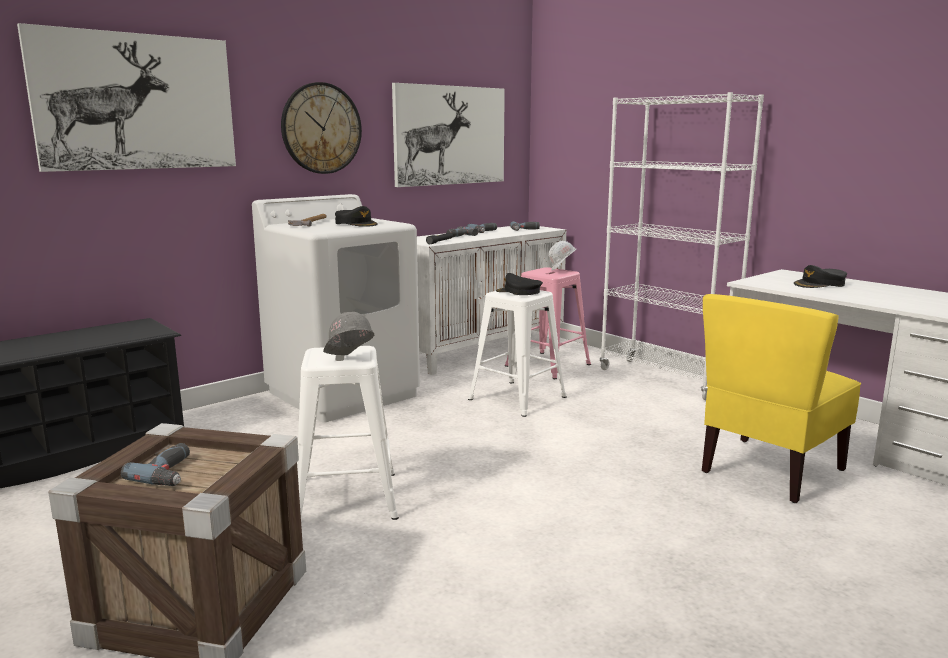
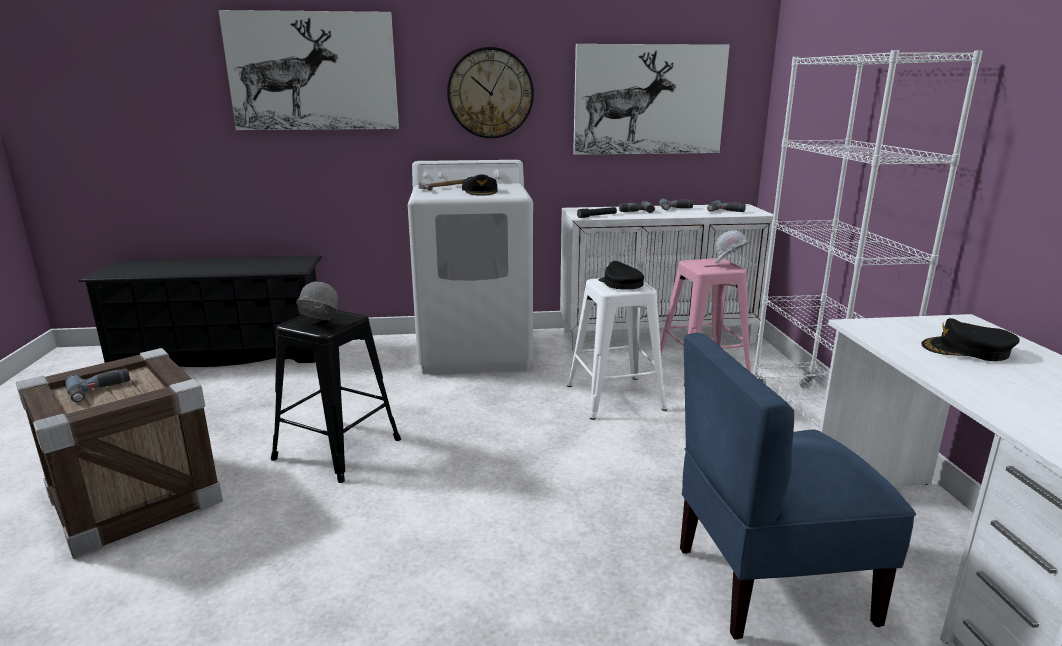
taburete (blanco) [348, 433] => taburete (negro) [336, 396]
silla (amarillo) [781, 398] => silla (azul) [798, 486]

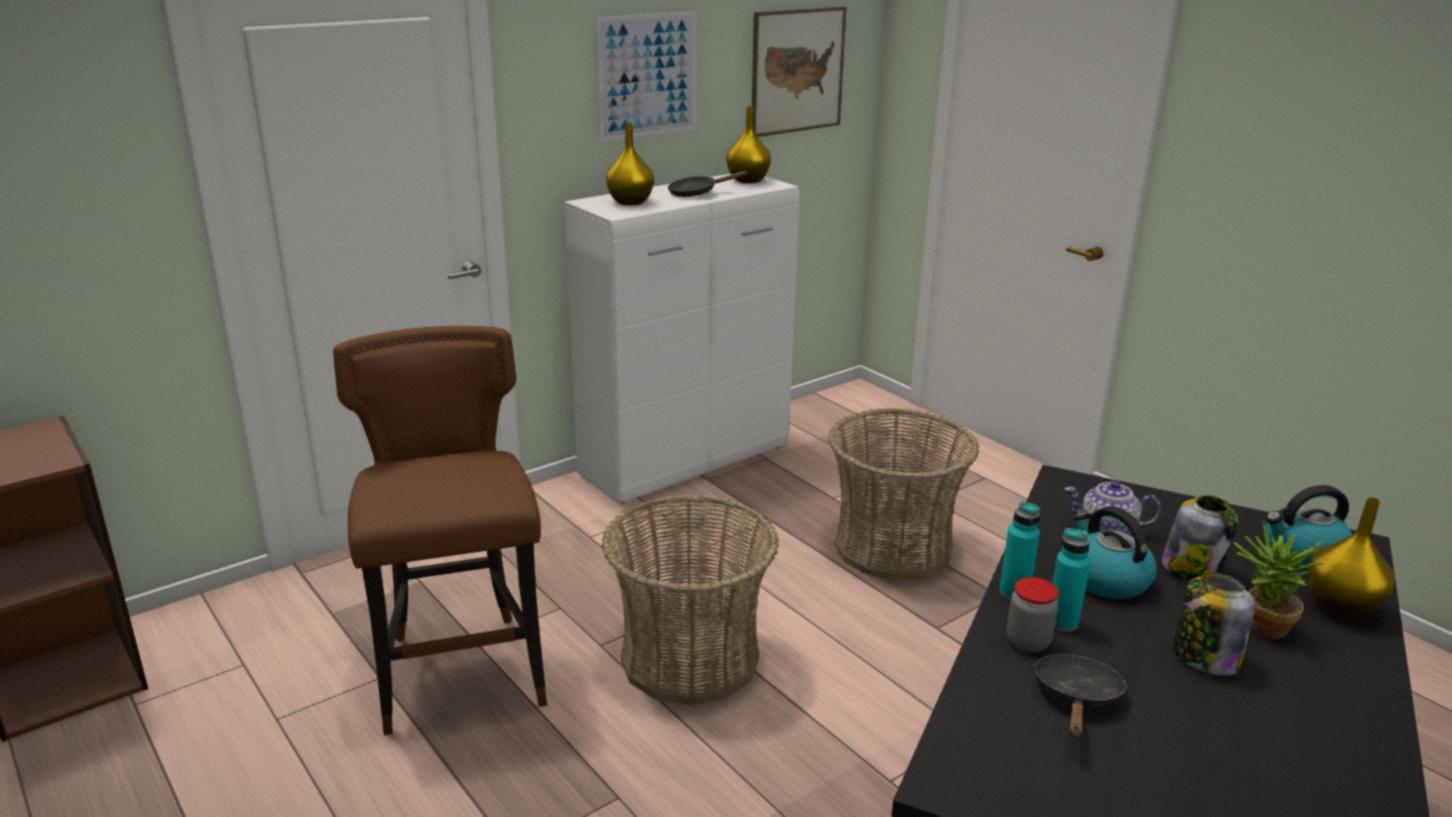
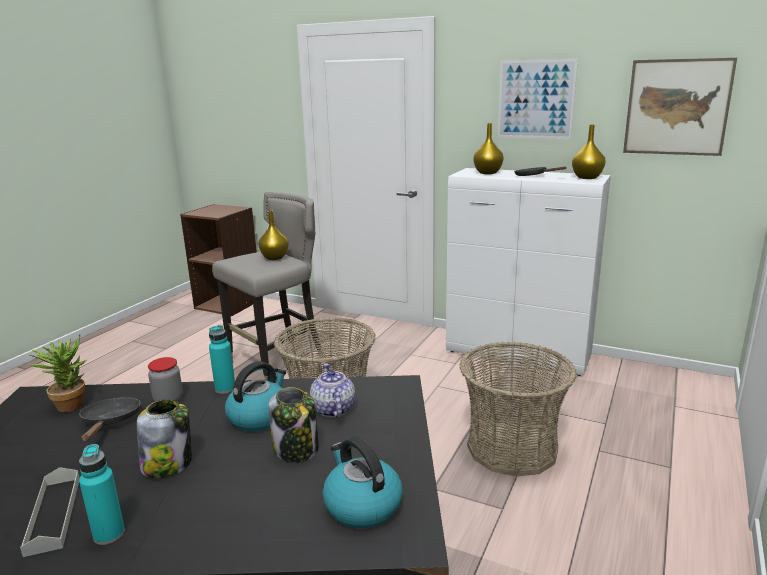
nothing => bandeja (gris) [50, 512]
botella (turquesa) [1071, 580] => botella (turquesa) [102, 494], shifted
planta en maceta [1278, 579] => planta en maceta [57, 373], shifted
florero (amarillo) [1351, 558] => florero (amarillo) [273, 235], shifted
taburete (marrón) [440, 530] => taburete (gris) [267, 286]
sartén (negro) [1080, 696] => sartén (negro) [110, 419], 90 degrees counterclockwise

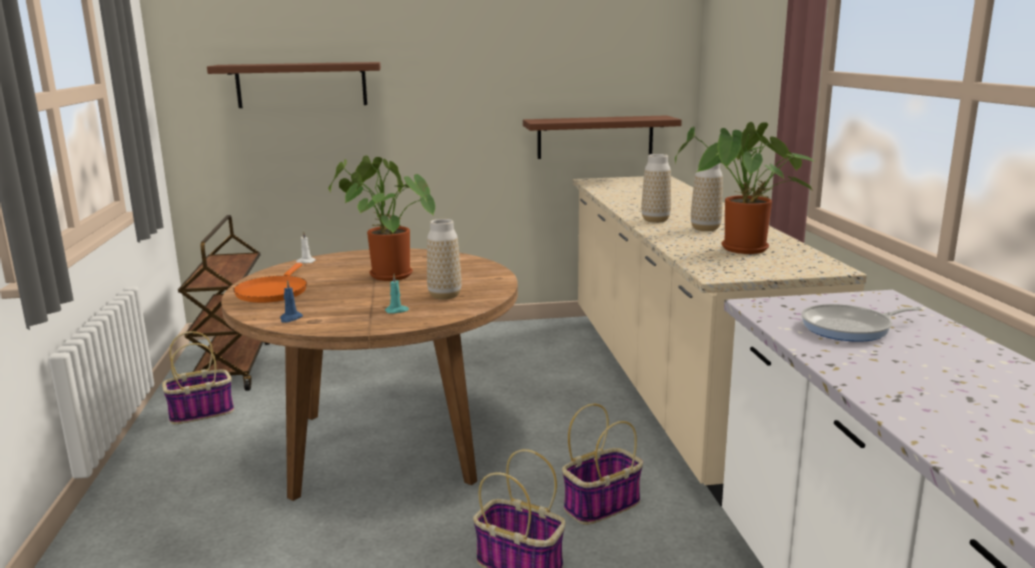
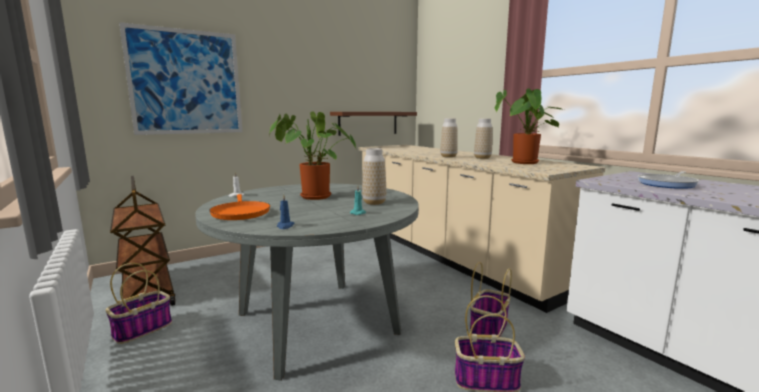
estante (marrón) [294, 85] => cuadro [180, 78]
mesa de comedor (marrón) [369, 375] => mesa de comedor (gris) [307, 282]

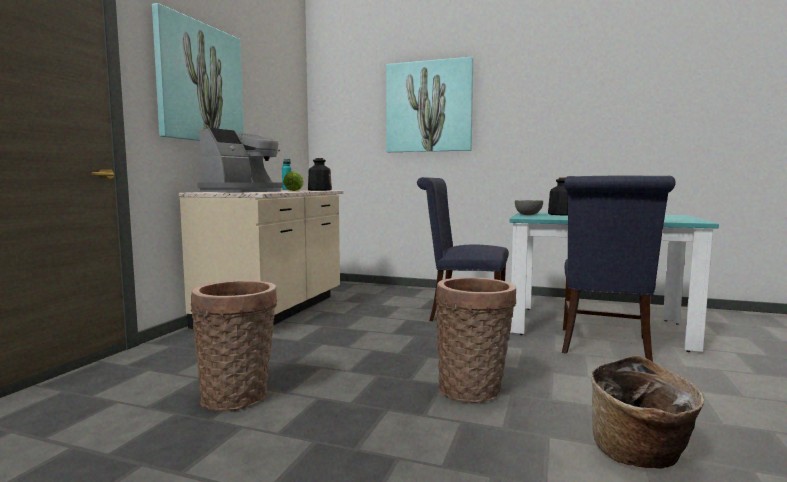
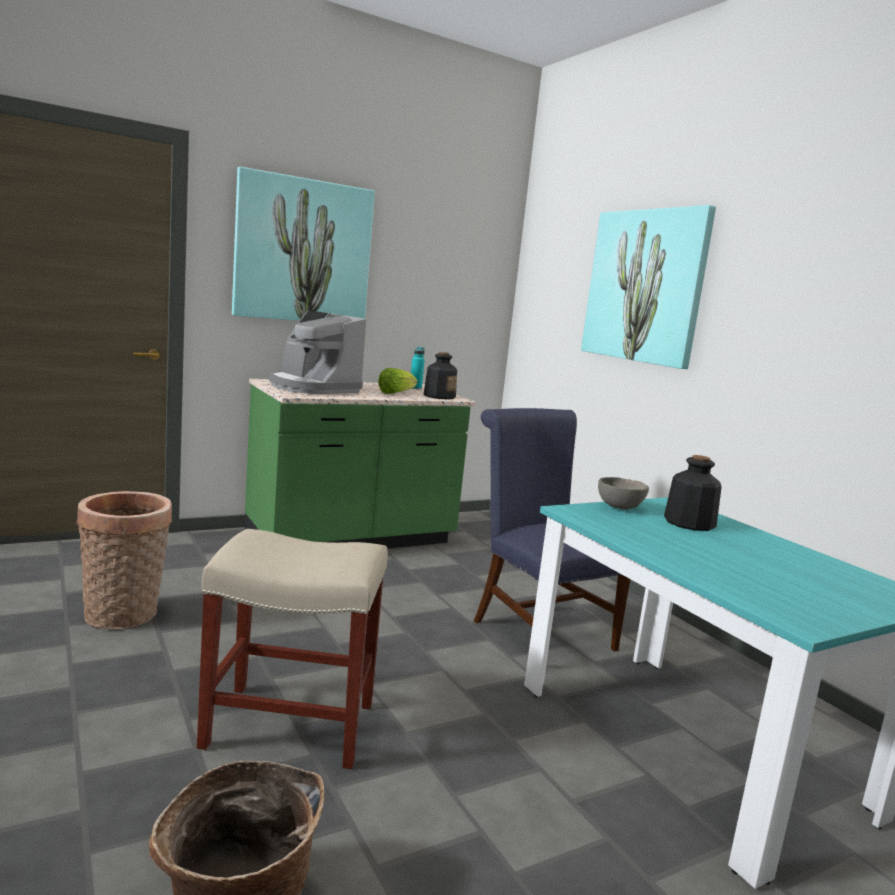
silla (azul) [619, 269] => nothing
cesta [475, 340] => taburete (beis) [292, 649]
mueble bajo de cocina (beis) [261, 259] => mueble bajo de cocina (verde) [360, 463]
cafetera [240, 160] => cafetera [317, 352], 60 degrees clockwise

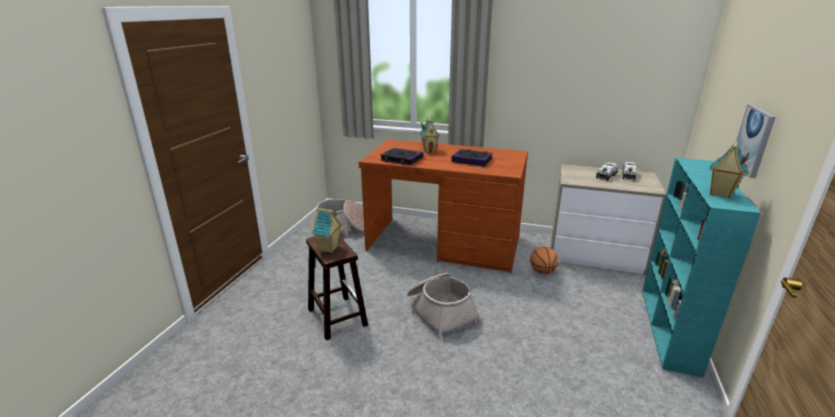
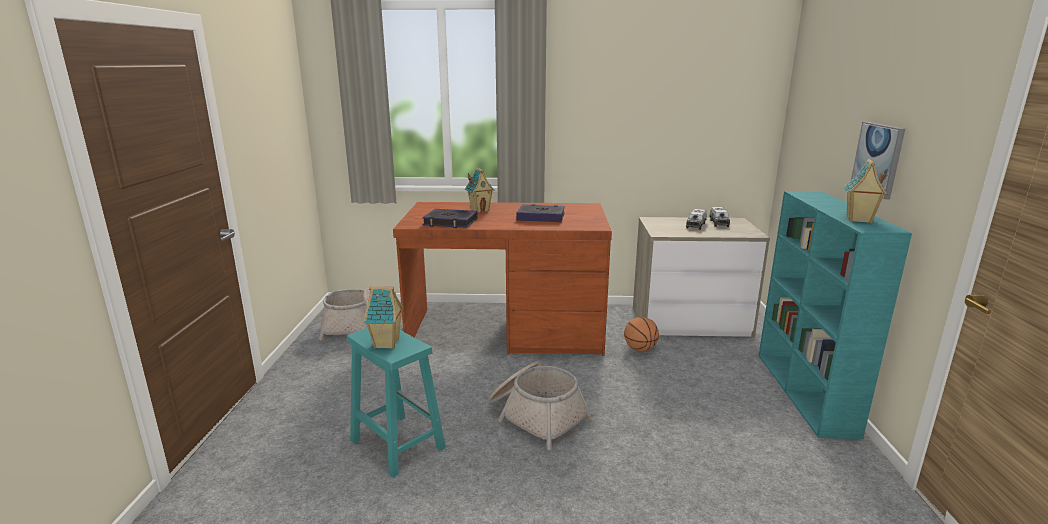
taburete (marrón) [337, 288] => taburete (turquesa) [396, 403]

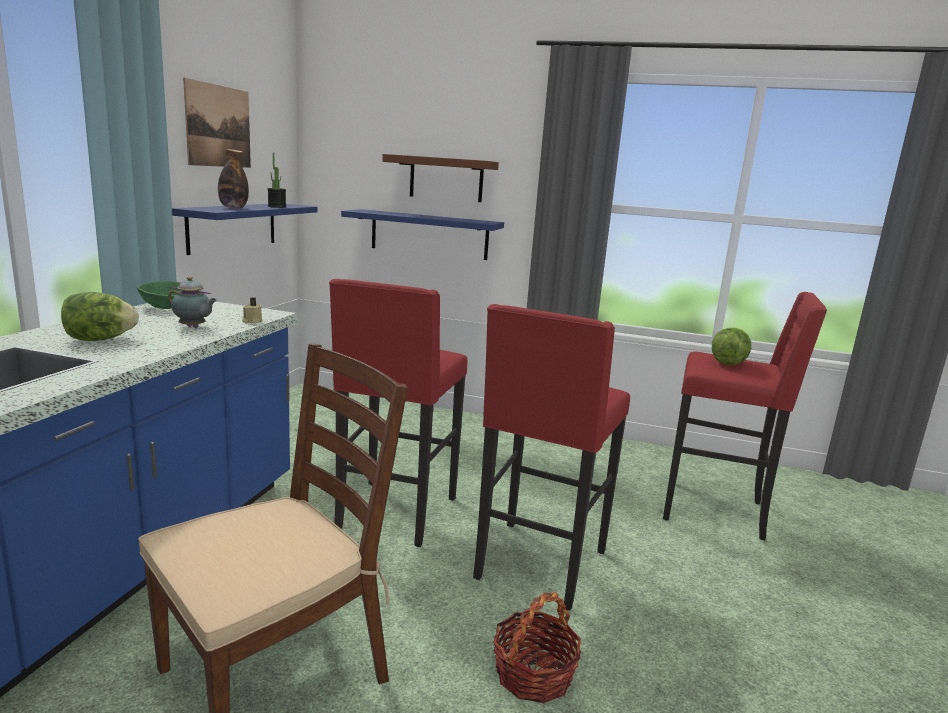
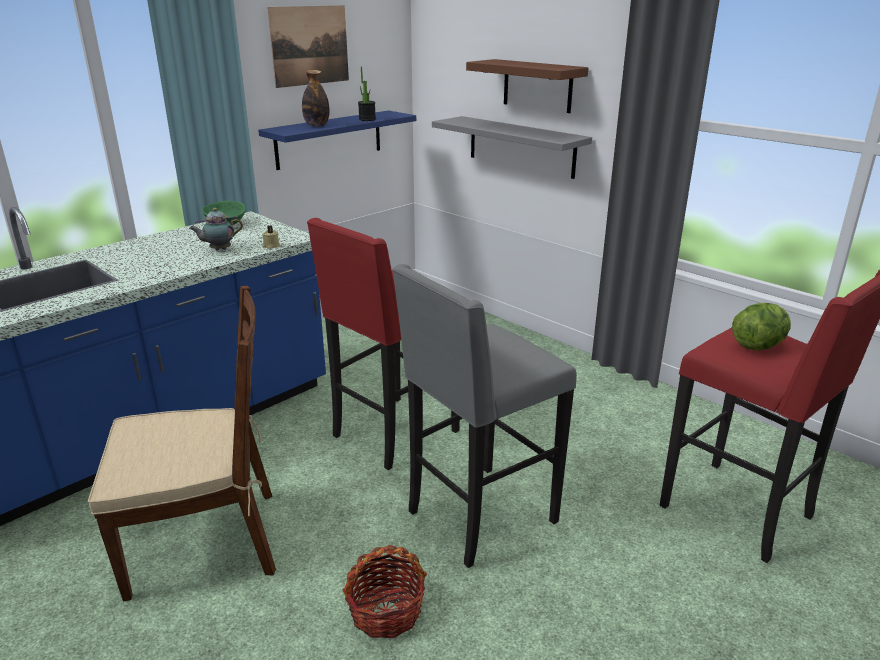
lechuga [100, 316] => nothing
estante (azul) [422, 234] => estante (gris) [512, 147]
taburete (rojo) [551, 457] => taburete (gris) [484, 416]
tetera [192, 302] => tetera [216, 229], 105 degrees clockwise

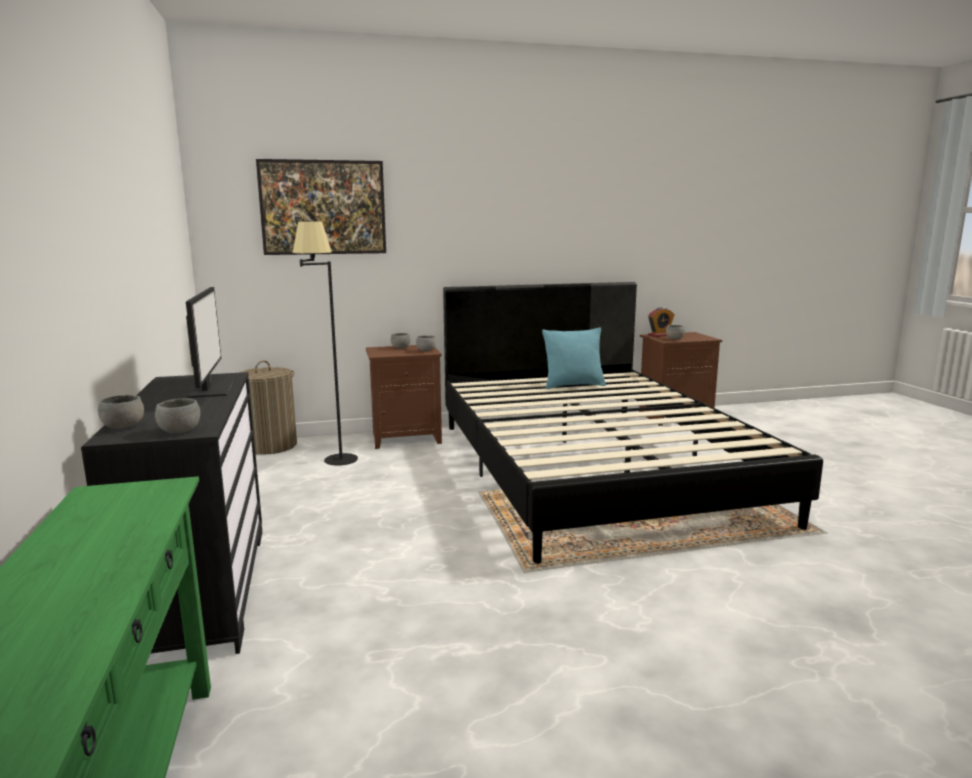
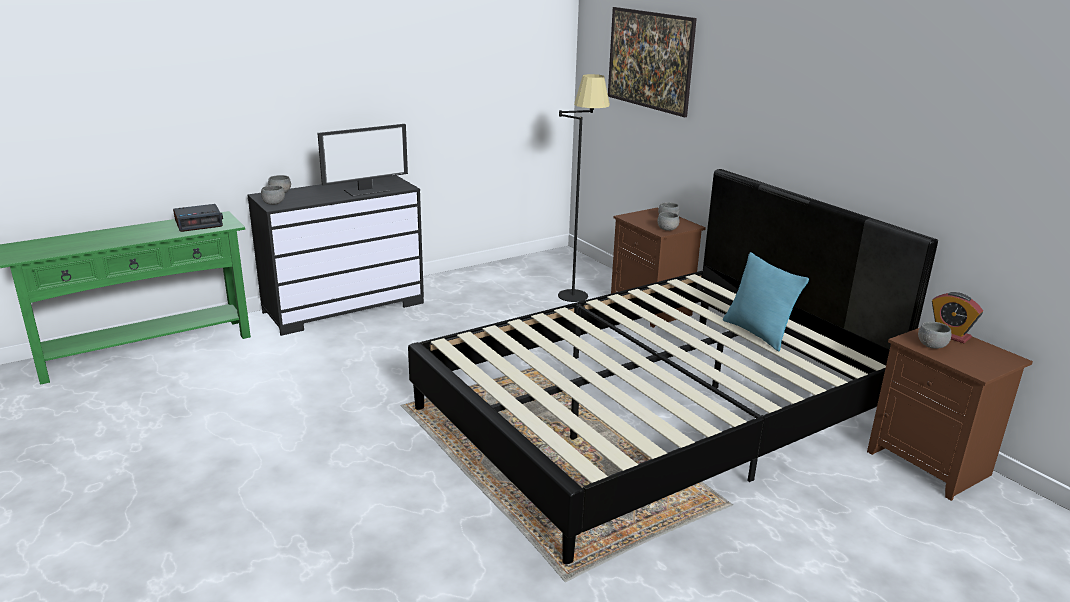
cesto de la ropa [268, 408] => nothing
nothing => despertador [198, 218]

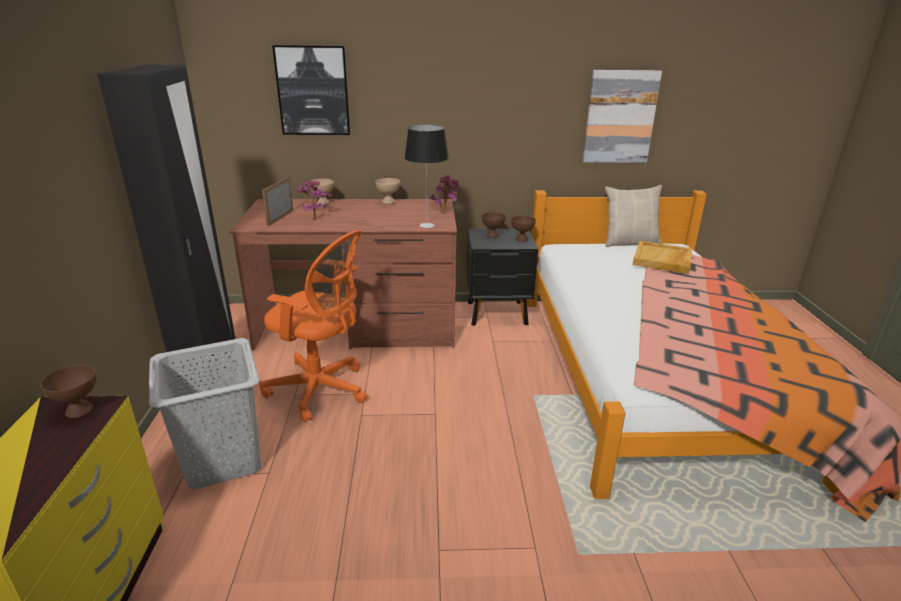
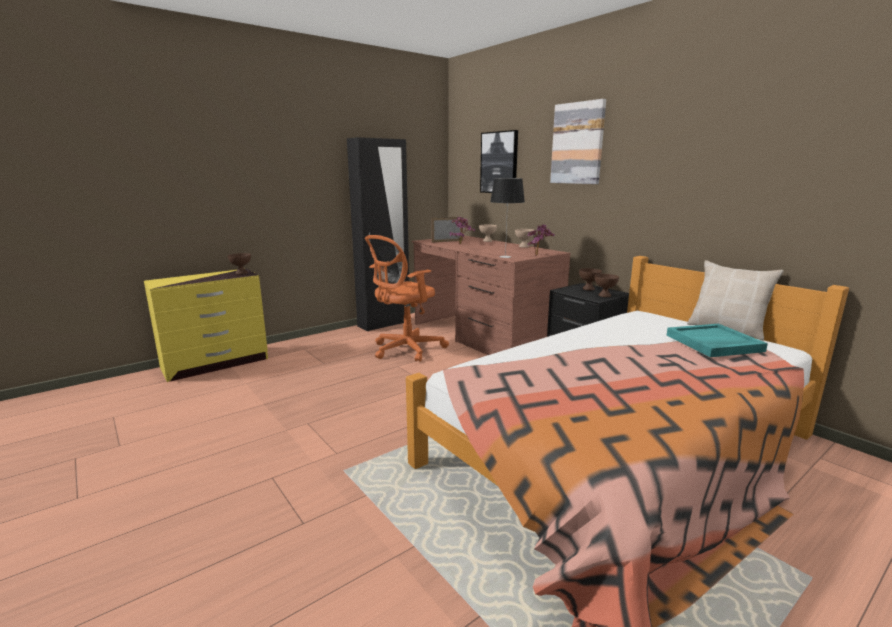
cesto de la ropa (gris) [205, 414] => nothing
cuadro [622, 116] => cuadro [578, 141], shifted
bandeja (beis) [662, 257] => bandeja (turquesa) [717, 340]
silla de oficina (naranja) [313, 326] => silla de oficina (naranja) [407, 298], 60 degrees clockwise

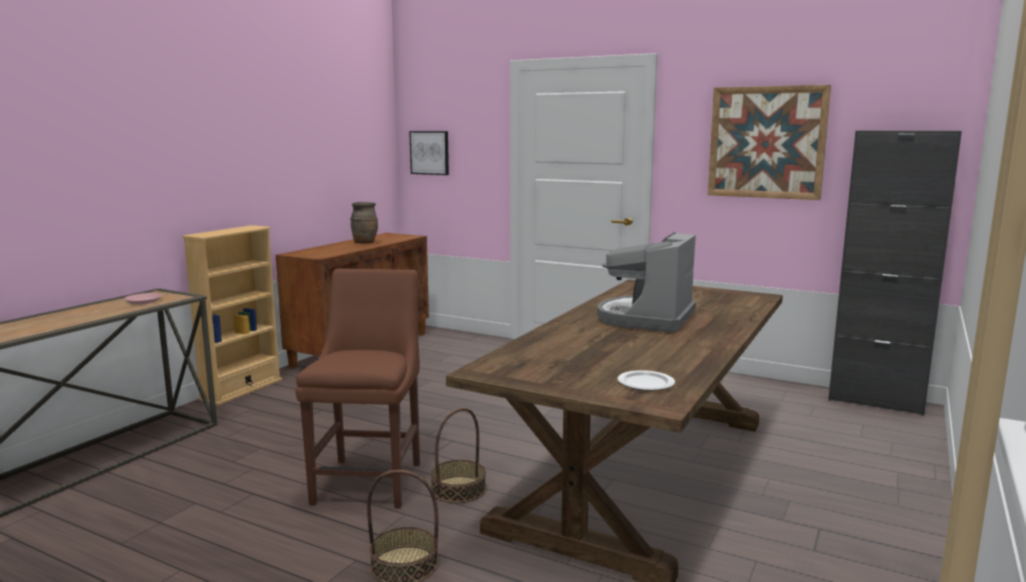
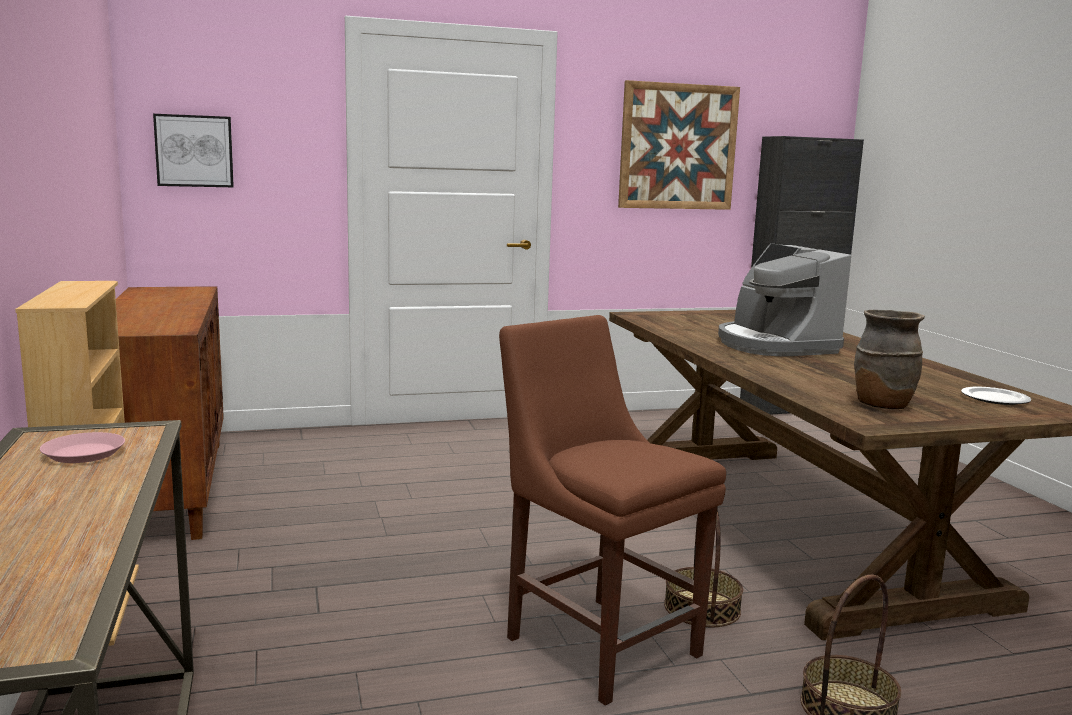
florero (marrón) [364, 223] => florero (marrón) [889, 359], shifted

